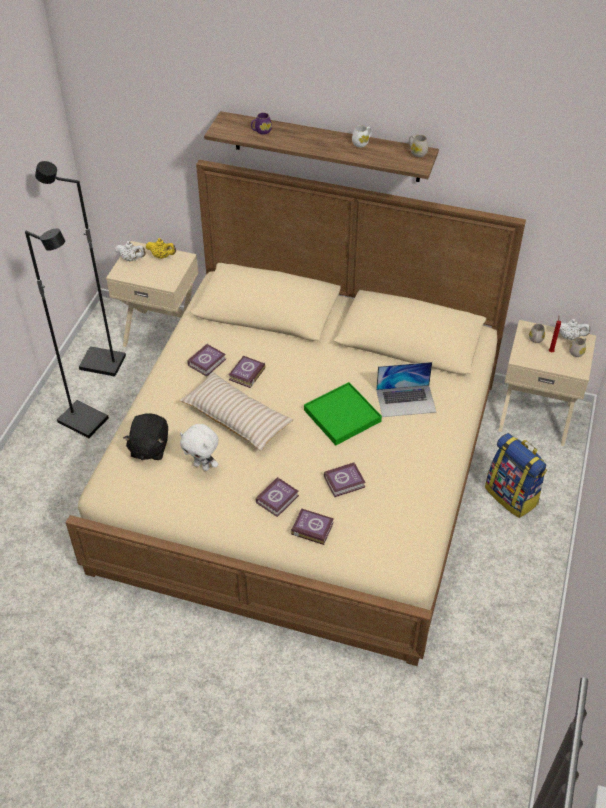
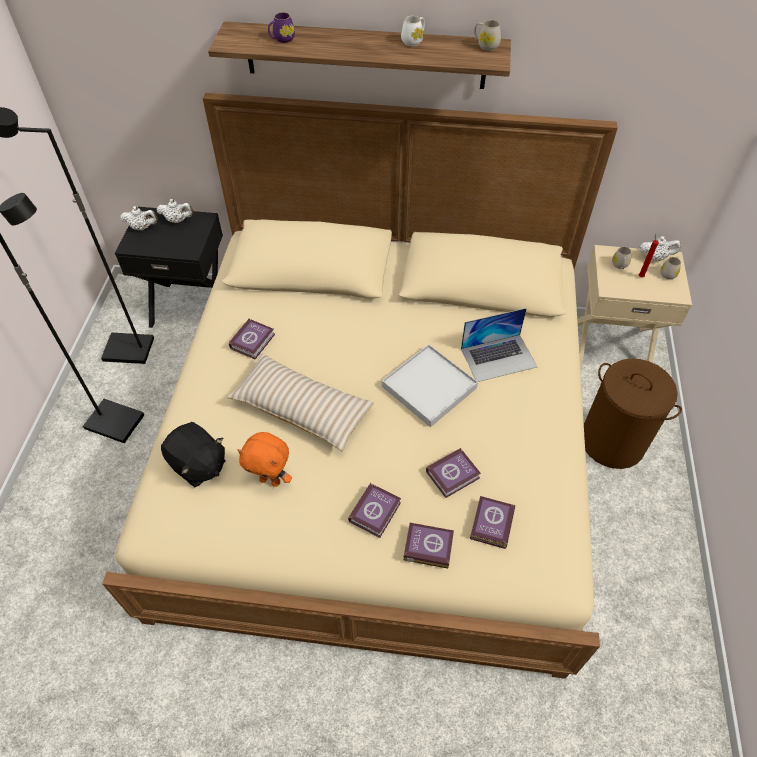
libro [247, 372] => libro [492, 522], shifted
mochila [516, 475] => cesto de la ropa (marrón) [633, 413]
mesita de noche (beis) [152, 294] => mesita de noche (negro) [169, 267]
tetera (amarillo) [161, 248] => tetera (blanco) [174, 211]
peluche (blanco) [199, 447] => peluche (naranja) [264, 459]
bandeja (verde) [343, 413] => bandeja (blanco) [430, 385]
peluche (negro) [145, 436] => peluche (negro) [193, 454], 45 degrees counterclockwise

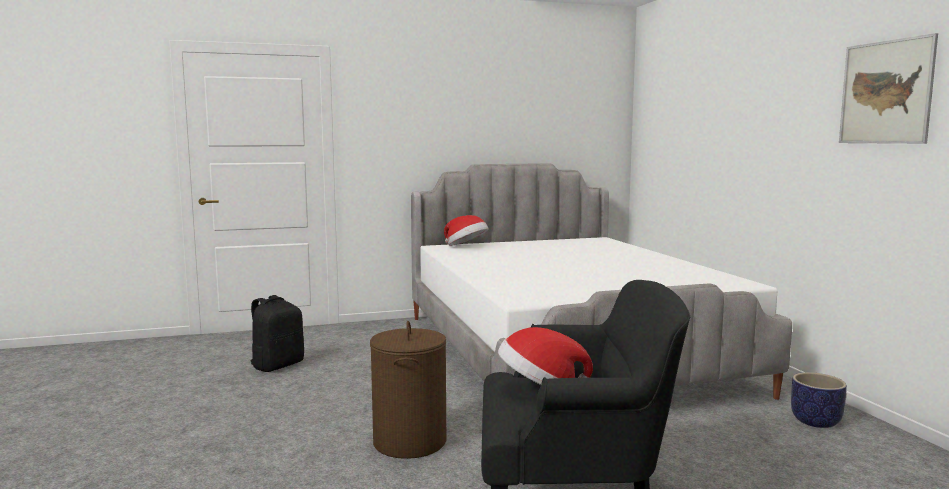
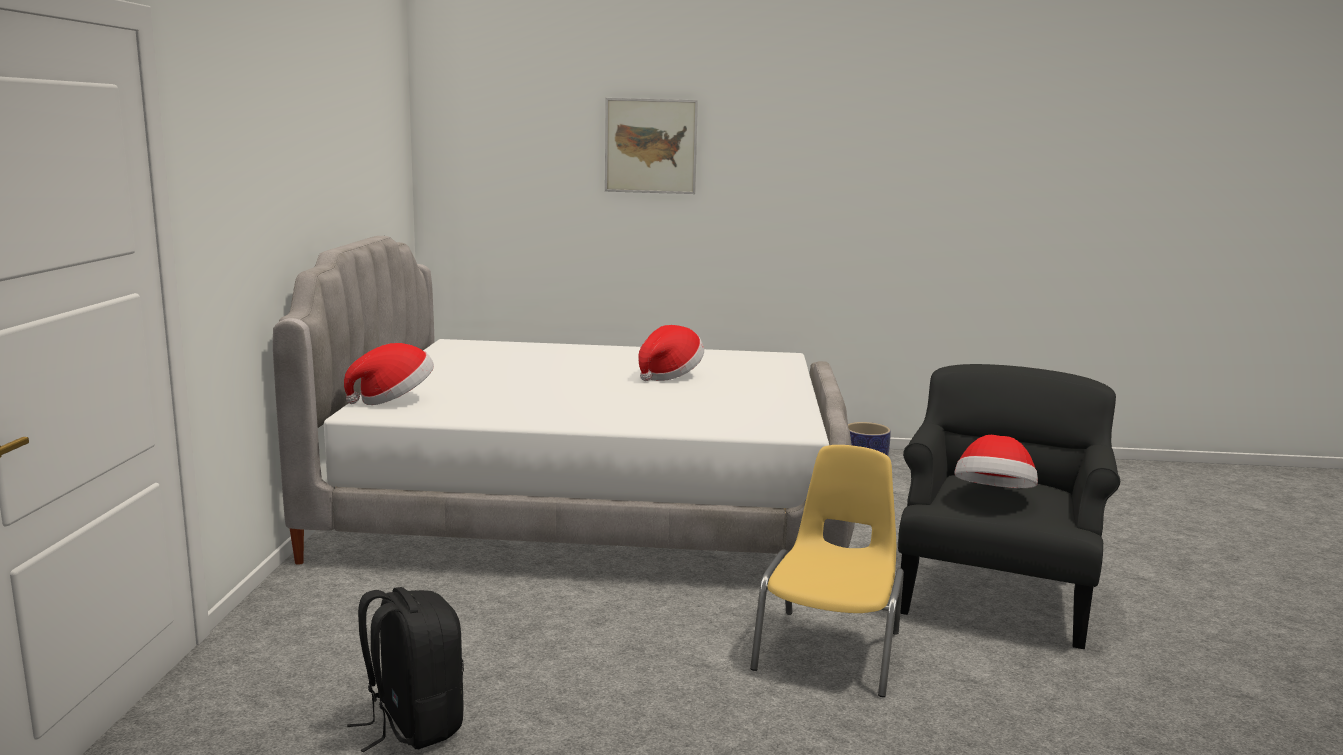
nothing => sombrero [671, 353]
cuadro [888, 88] => cuadro [651, 146], shifted
cesto de la ropa (marrón) [408, 390] => silla (amarillo) [827, 571]

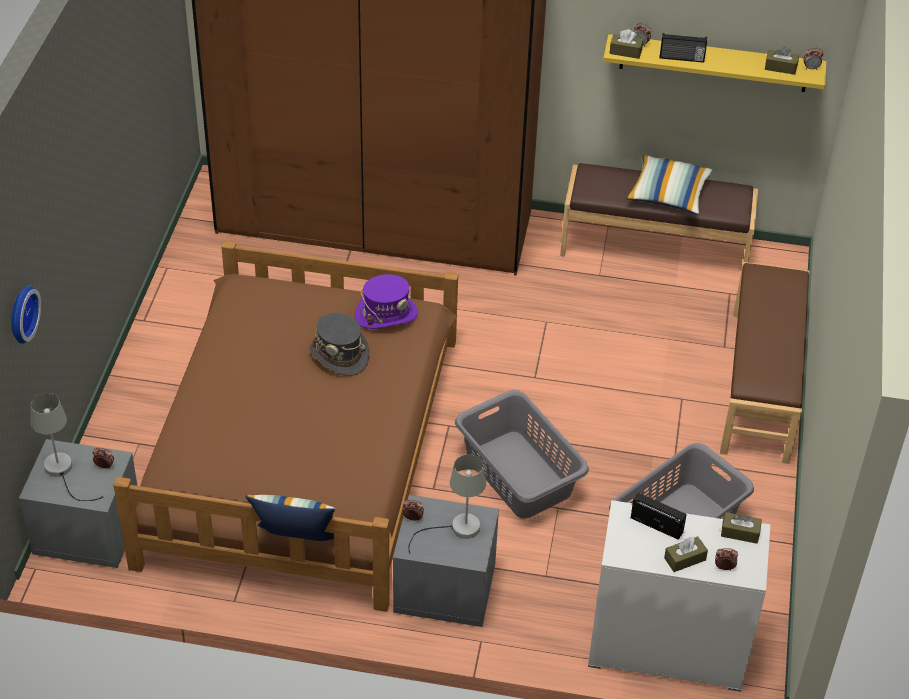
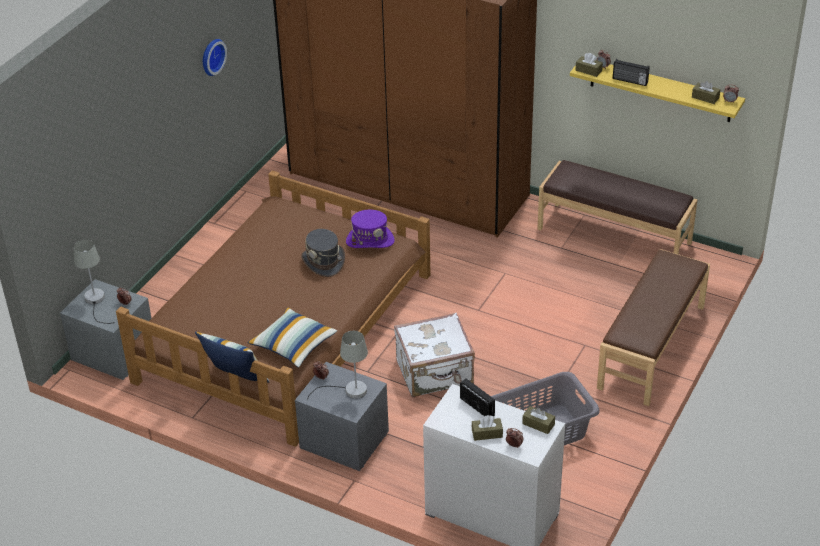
reloj de pared [26, 315] => reloj de pared [215, 57], shifted
cojín [669, 184] => cojín [292, 337], shifted
cesto de la ropa (gris) [522, 454] => maleta (blanco) [434, 355]

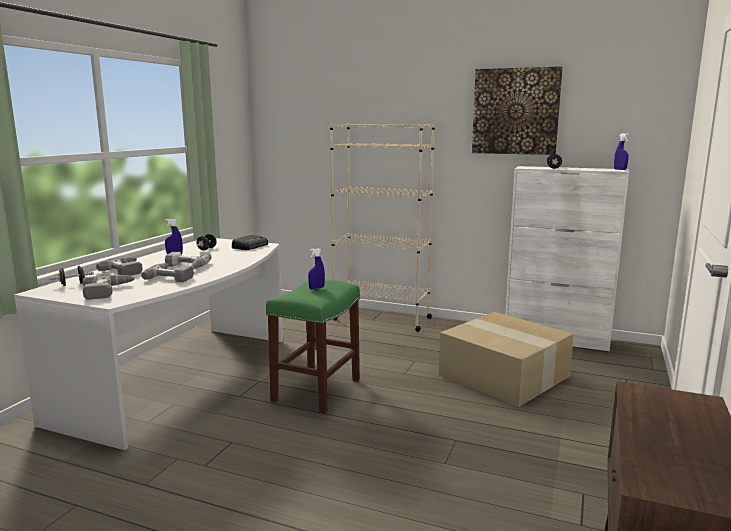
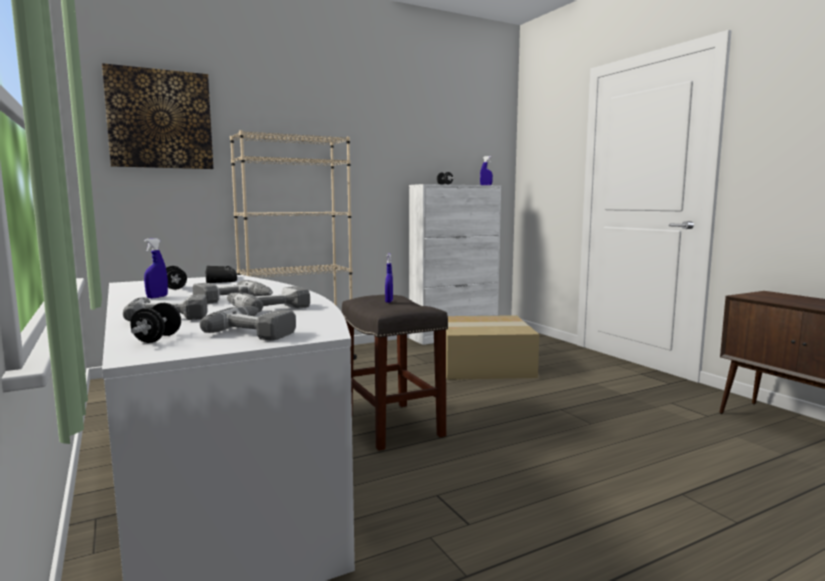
cuadro [517, 110] => cuadro [157, 116], shifted
taburete (verde) [313, 346] => taburete (gris) [395, 373]

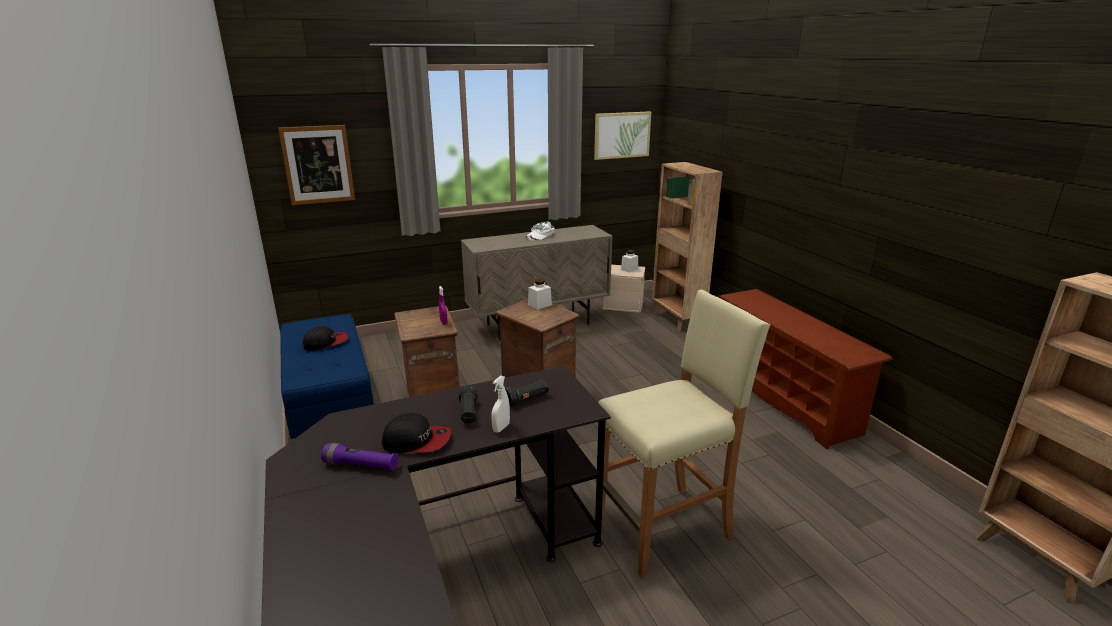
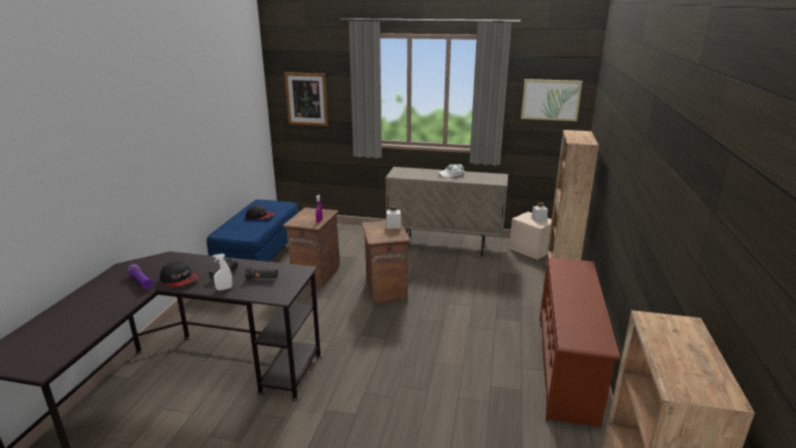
taburete (beis) [684, 434] => nothing

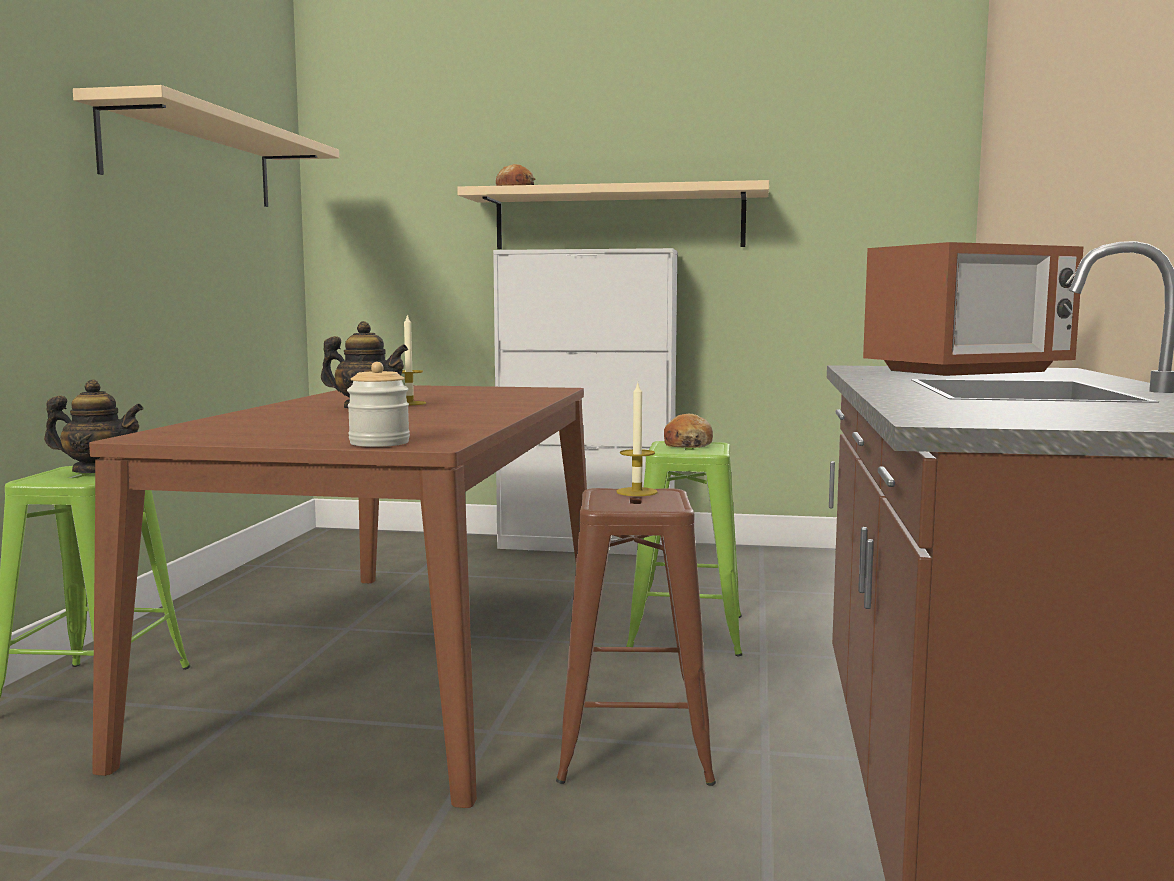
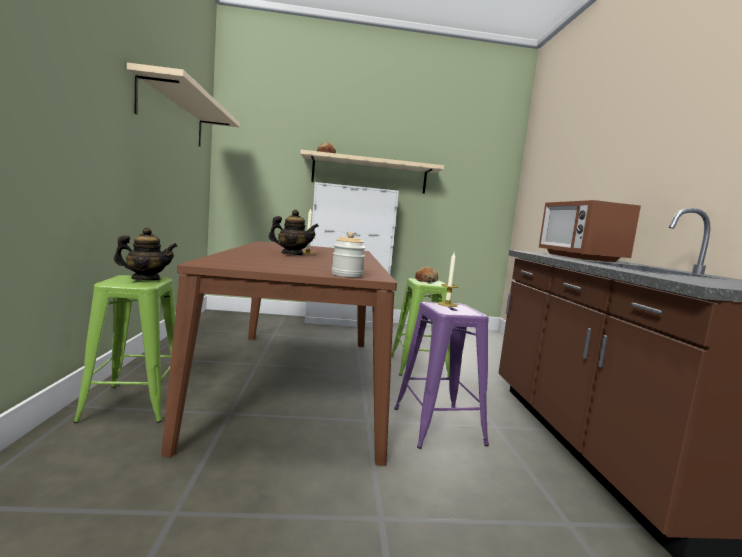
taburete (marrón) [636, 637] => taburete (morado) [441, 375]
microondas [973, 309] => microondas [590, 231], 120 degrees clockwise

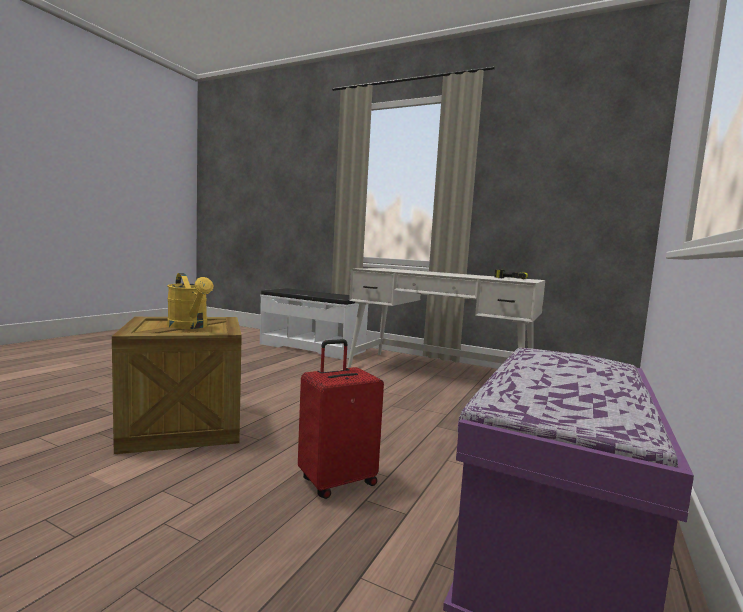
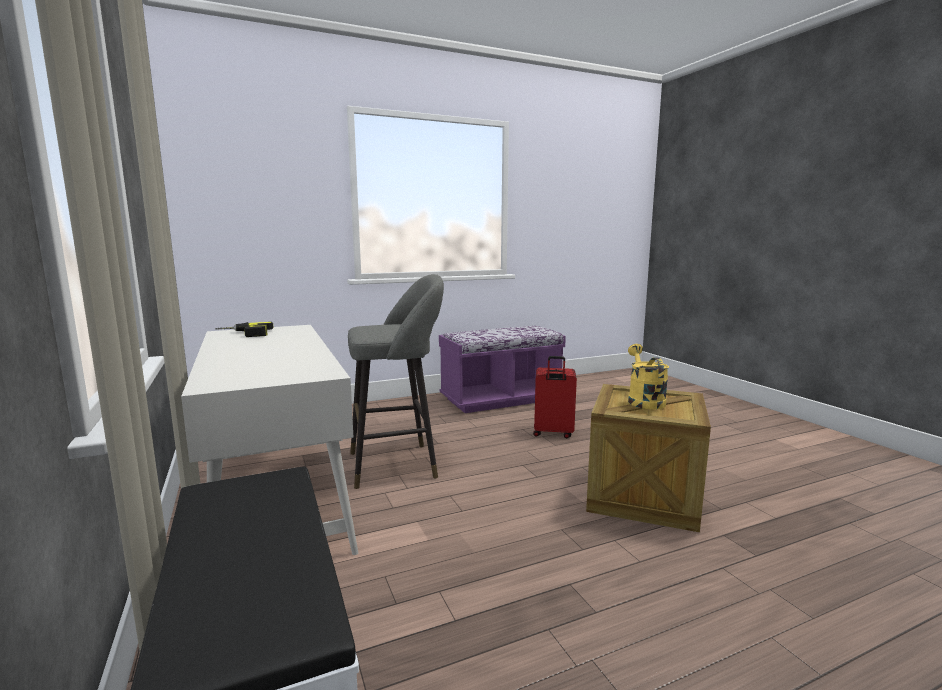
nothing => taburete (gris) [396, 381]

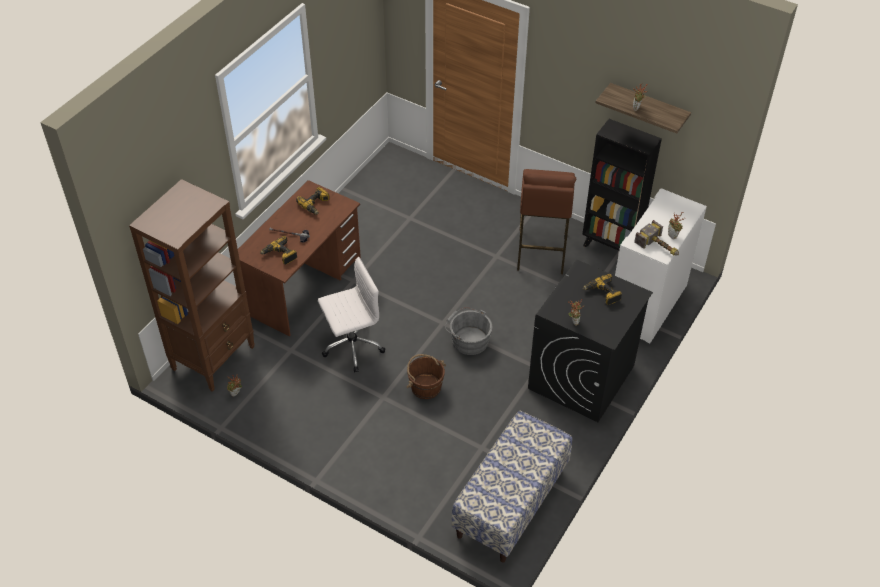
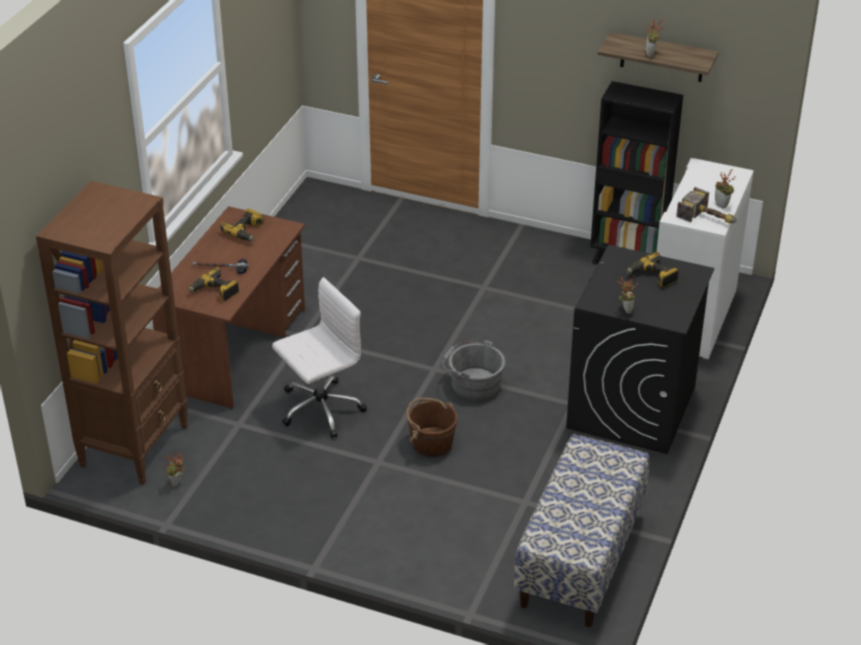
taburete (marrón) [546, 221] => nothing

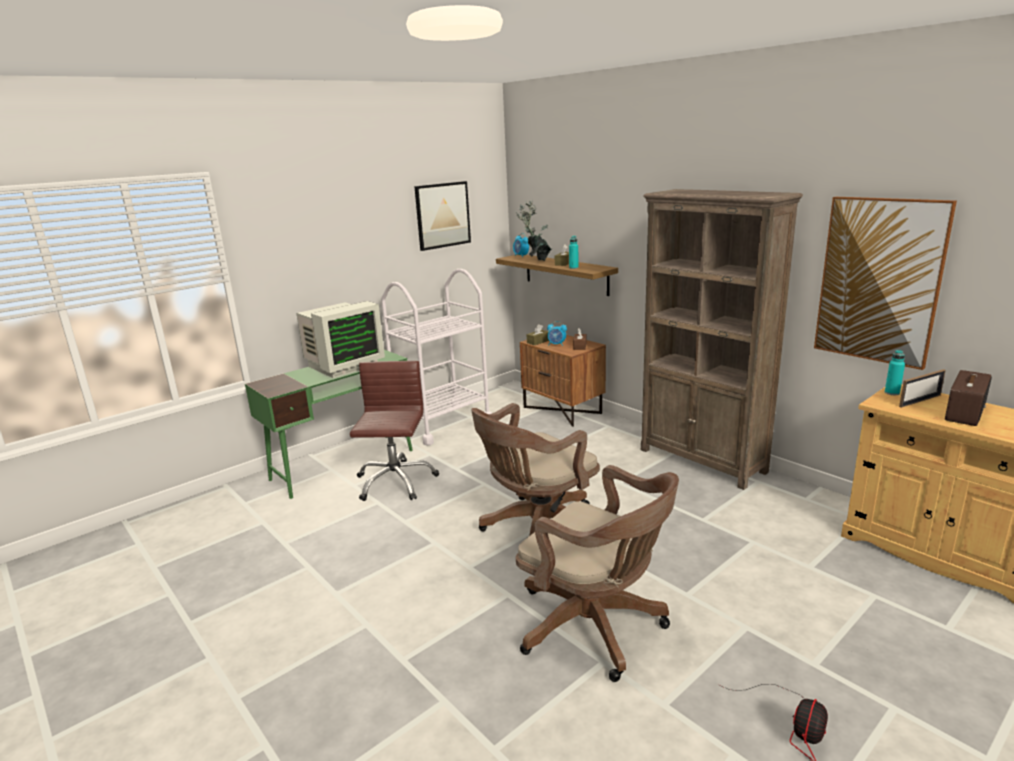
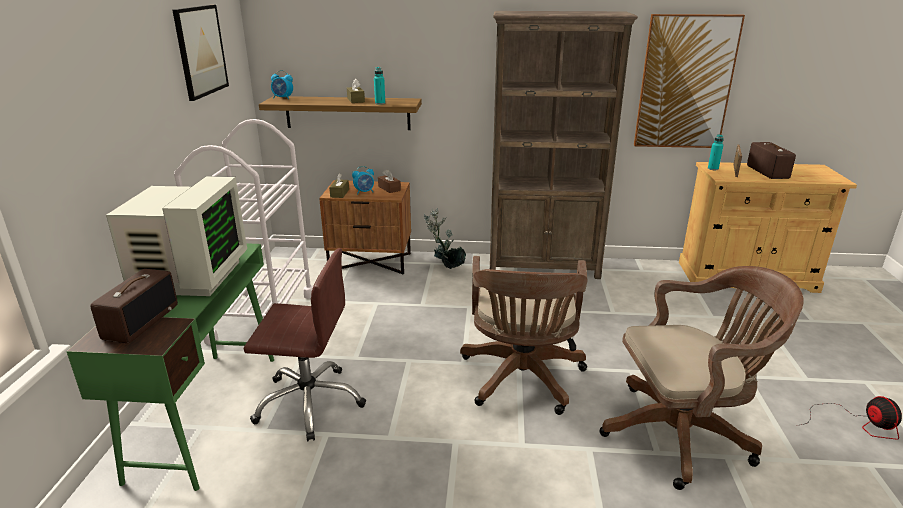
nothing => radio [134, 306]
planta en maceta [534, 230] => planta en maceta [445, 238], shifted
silla de oficina (marrón) [394, 431] => silla de oficina (marrón) [305, 344], 135 degrees clockwise

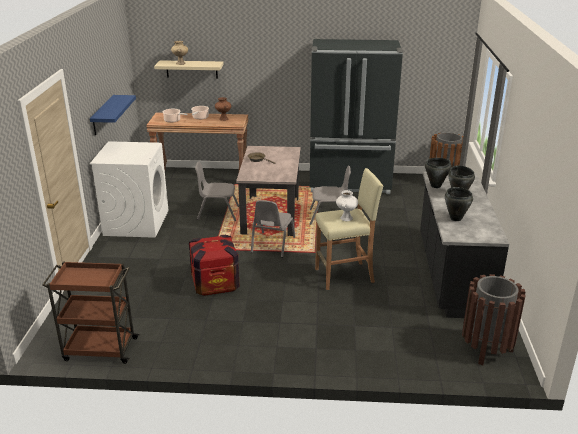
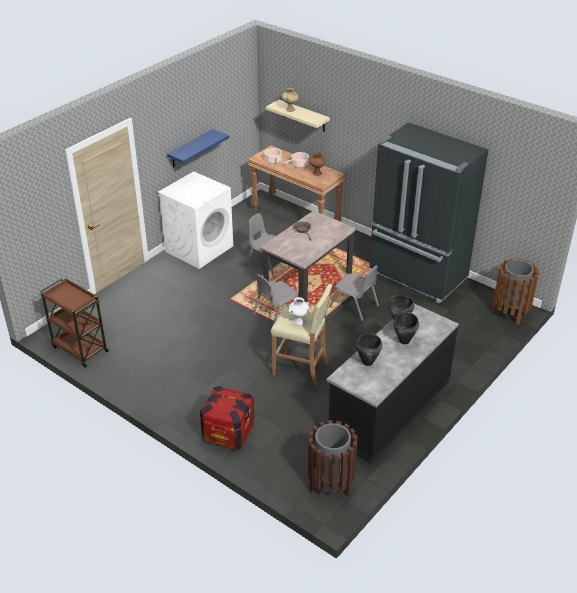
caja de embalaje [214, 265] => caja de embalaje [227, 418], shifted

